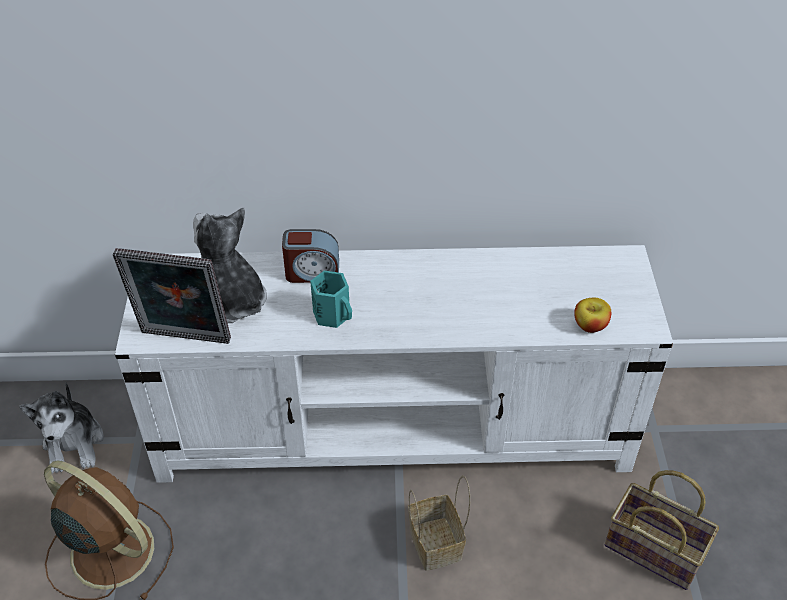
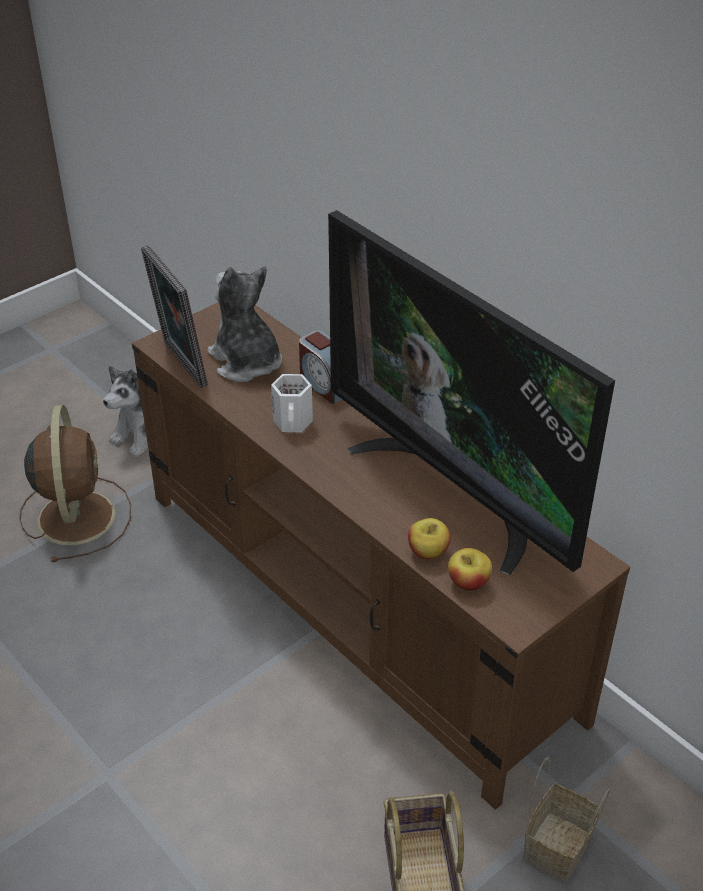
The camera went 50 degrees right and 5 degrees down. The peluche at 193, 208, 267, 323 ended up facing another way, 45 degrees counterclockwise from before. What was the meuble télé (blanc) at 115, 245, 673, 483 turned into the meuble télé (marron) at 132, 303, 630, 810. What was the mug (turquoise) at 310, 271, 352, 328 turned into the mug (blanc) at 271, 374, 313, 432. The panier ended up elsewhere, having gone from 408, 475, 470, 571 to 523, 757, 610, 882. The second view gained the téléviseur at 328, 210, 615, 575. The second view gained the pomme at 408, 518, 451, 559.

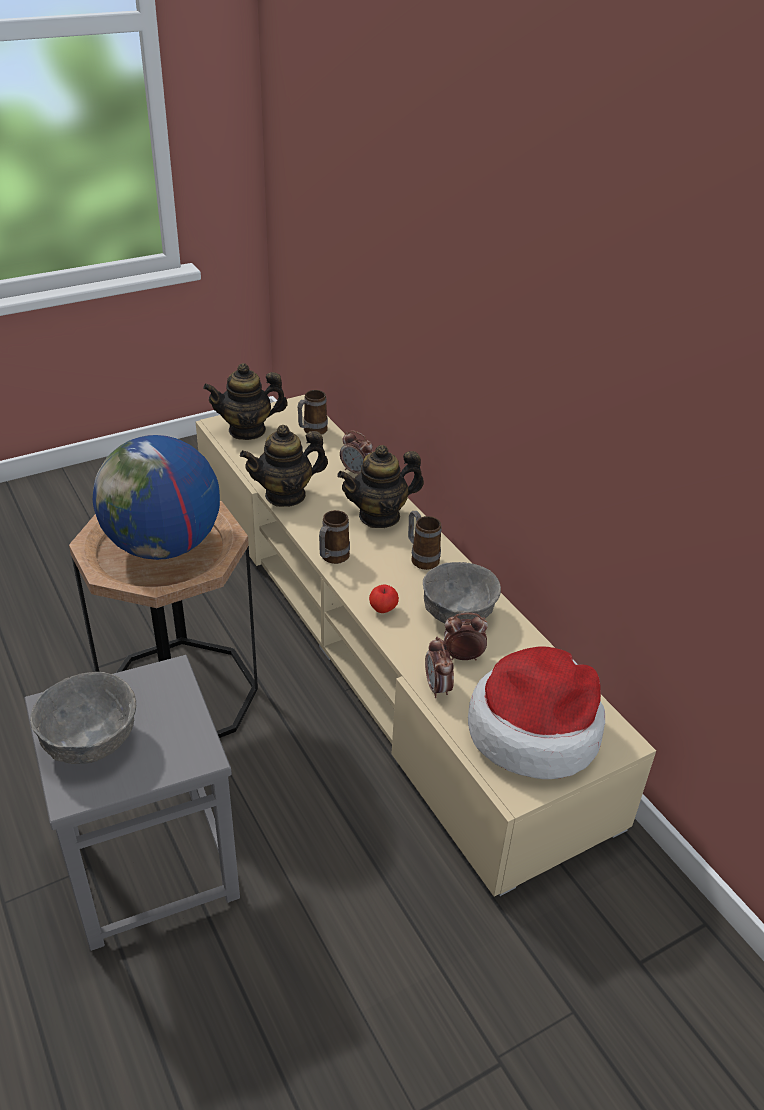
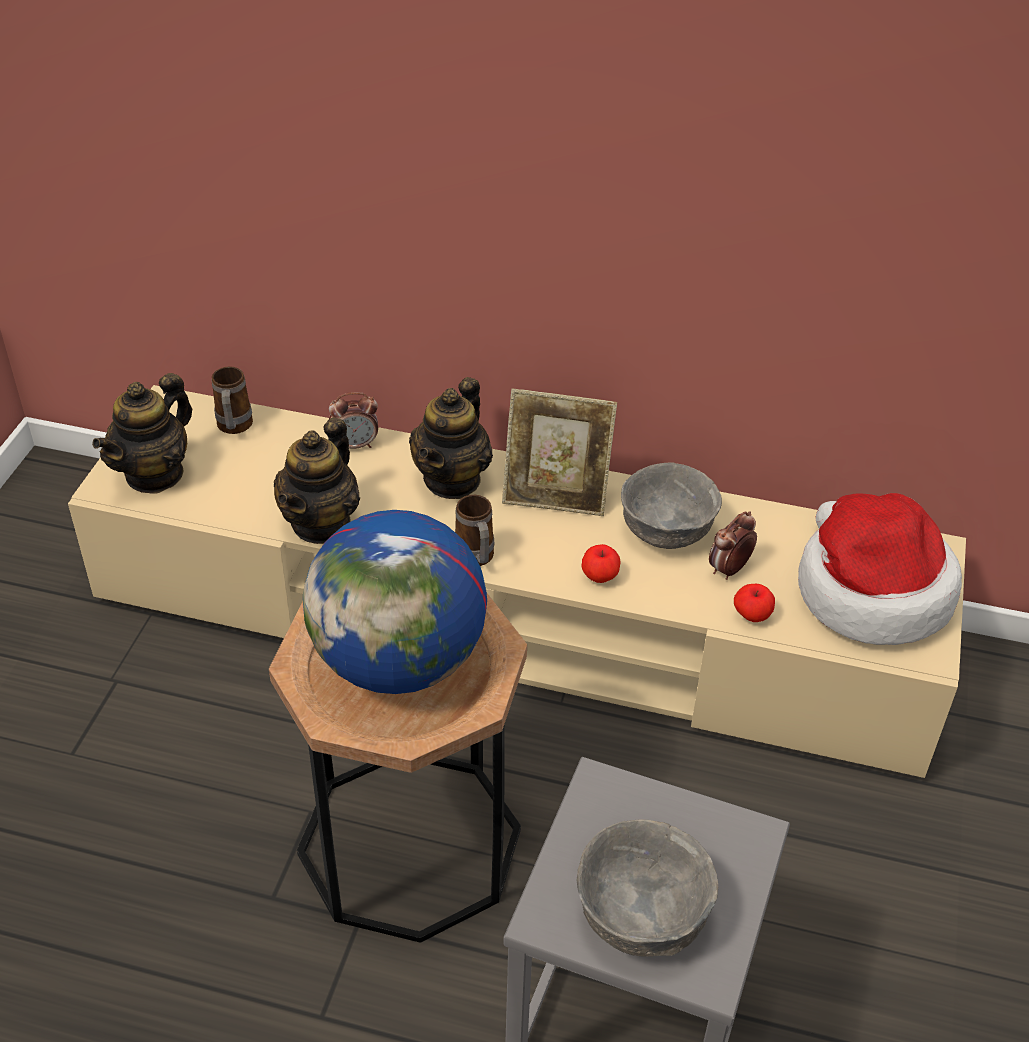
The camera went 45 degrees left and 5 degrees up. Where the mug stood at 408, 511, 442, 570, the cadre photo came to stand at 502, 389, 617, 516. Where the réveil stood at 425, 637, 454, 698, the pomme came to stand at 734, 584, 775, 622.

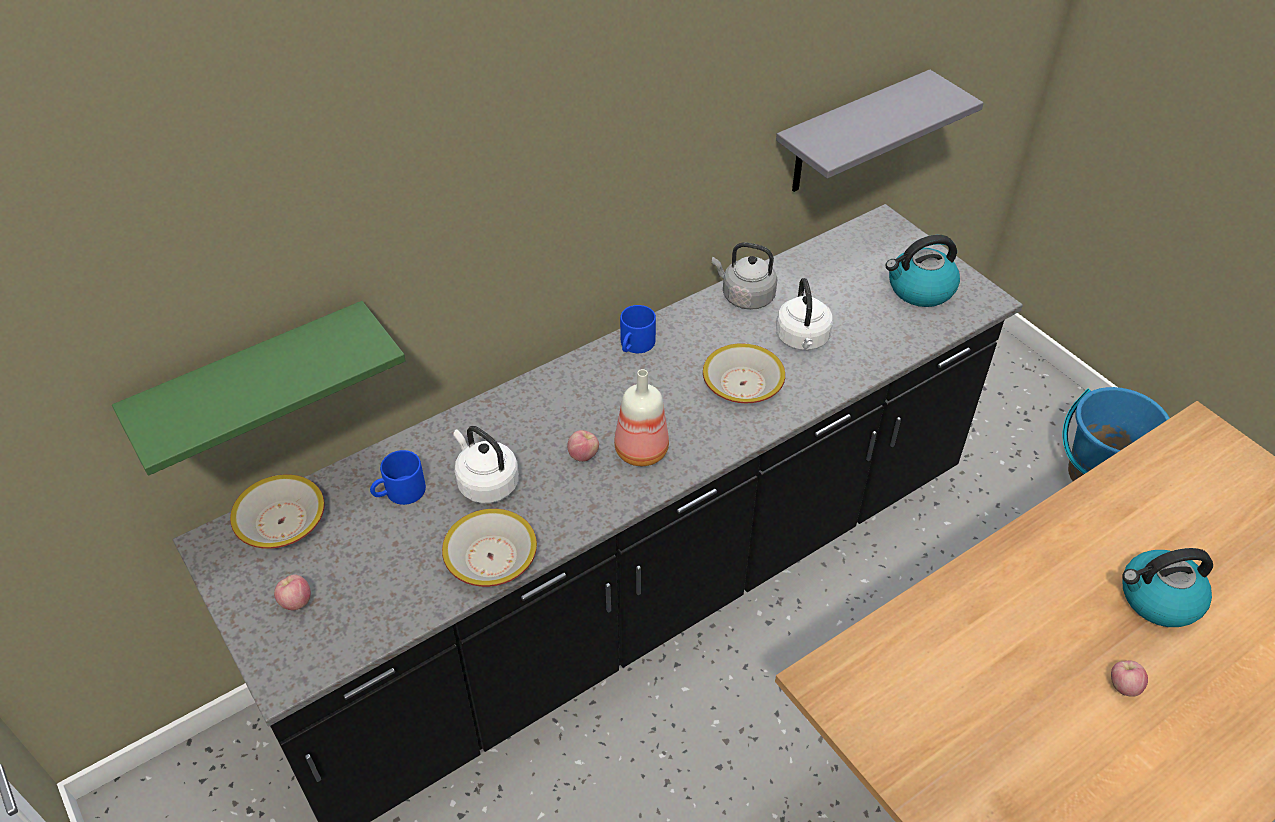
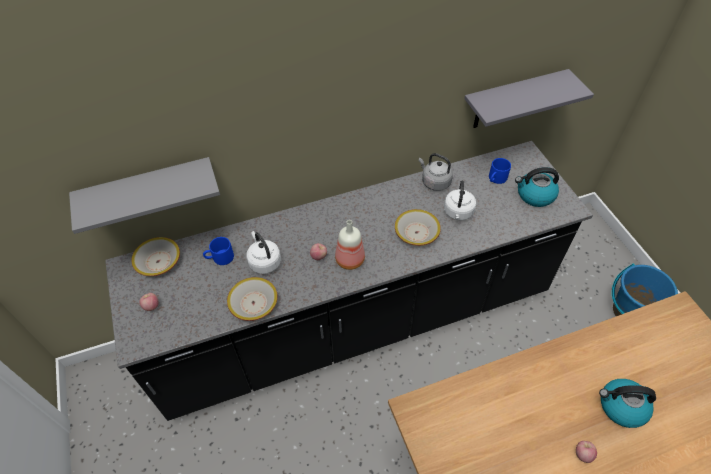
The camera went 15 degrees right and 5 degrees up. What was the étagère (vert) at 112, 301, 406, 476 turned into the étagère (gris) at 69, 157, 220, 234. The mug (bleu) ended up elsewhere, having gone from 620, 305, 656, 353 to 489, 158, 511, 184.

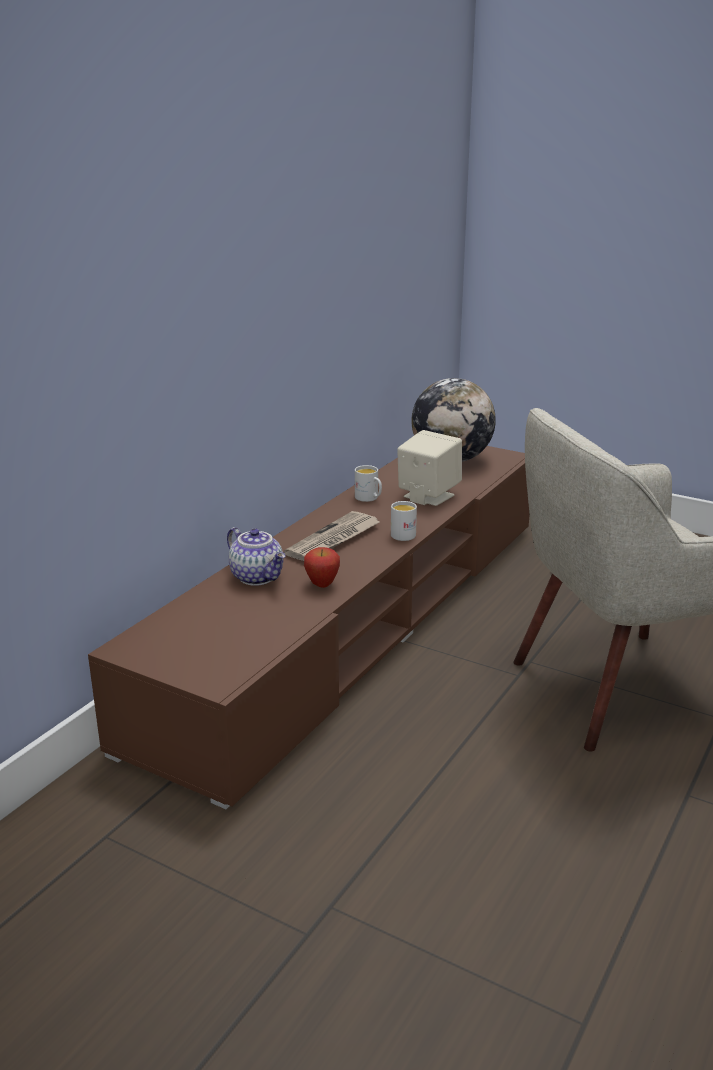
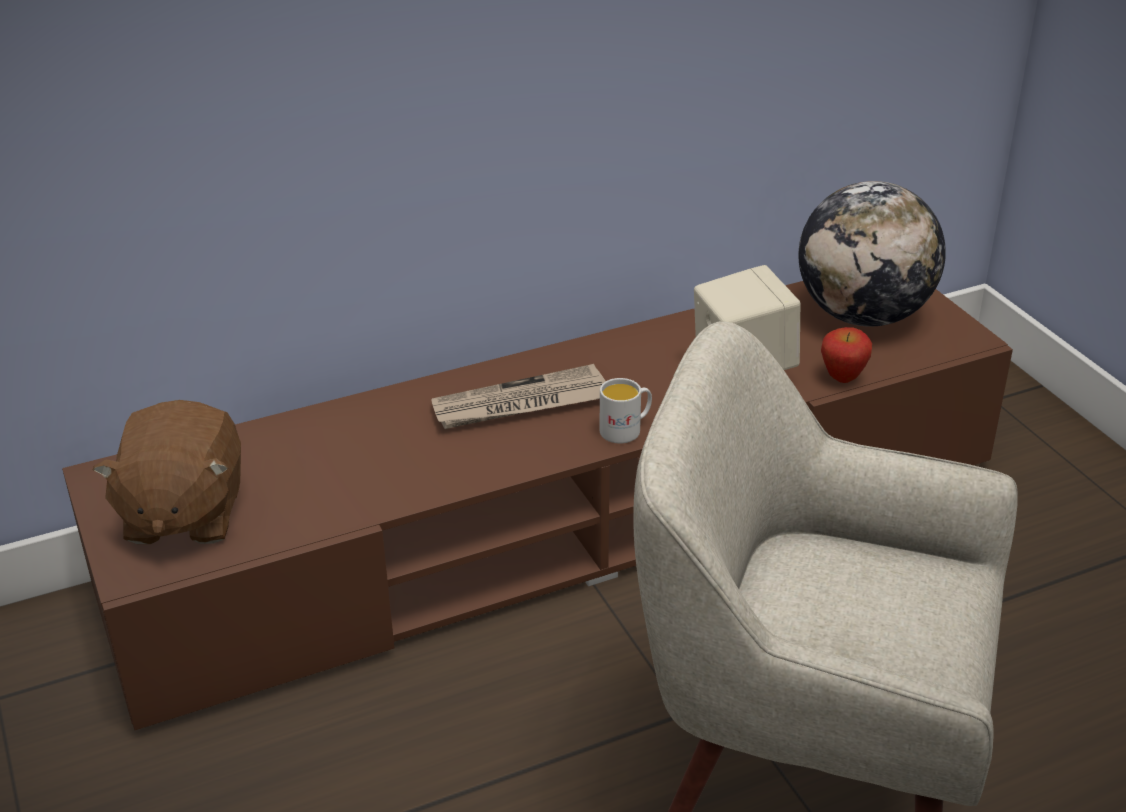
The camera went 35 degrees right and 10 degrees up. The second view lost the mug (blanc) at 355, 465, 382, 502. The second view lost the théière at 227, 527, 286, 586. The pomme ended up elsewhere, having gone from 304, 547, 340, 588 to 821, 327, 872, 383. The second view gained the peluche (marron) at 92, 400, 241, 544.

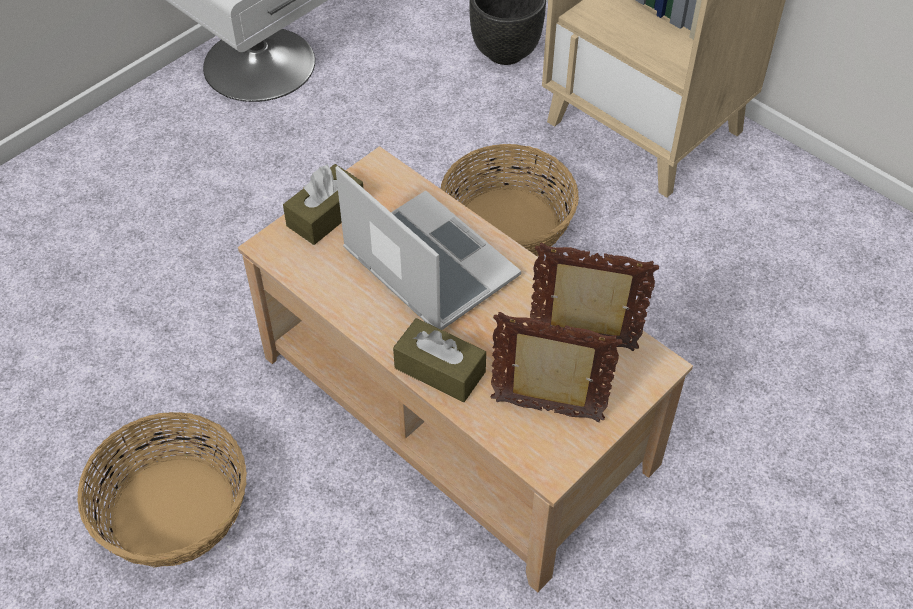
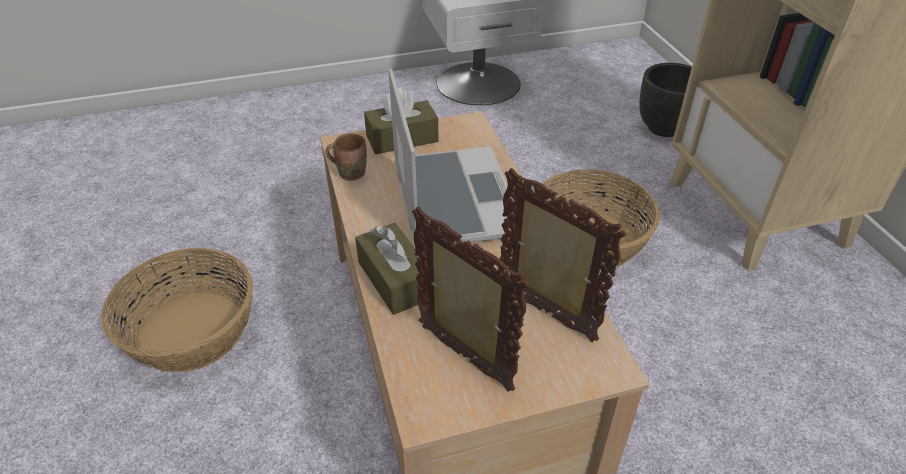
The camera went 30 degrees right and 10 degrees down. The second view gained the mug (marron) at 326, 133, 367, 181.

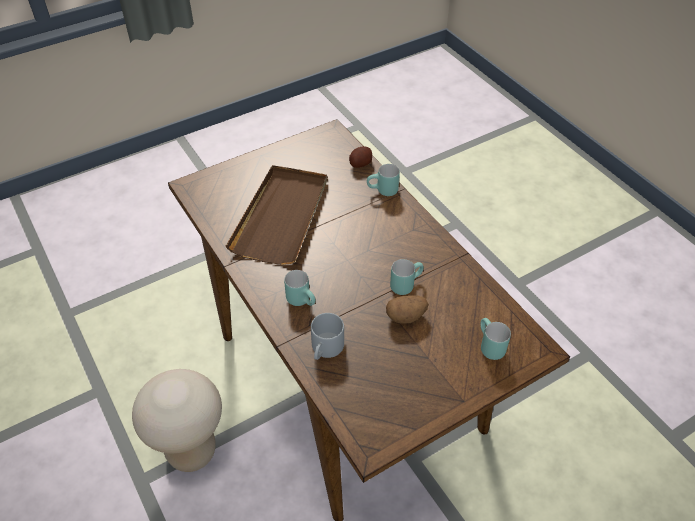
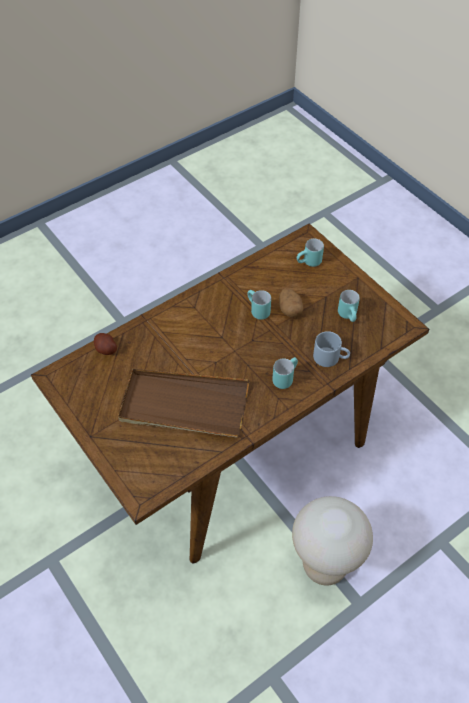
The camera went 95 degrees left and 5 degrees up. The mug (turquoise) ended up elsewhere, having gone from 367, 164, 400, 196 to 338, 290, 360, 322.

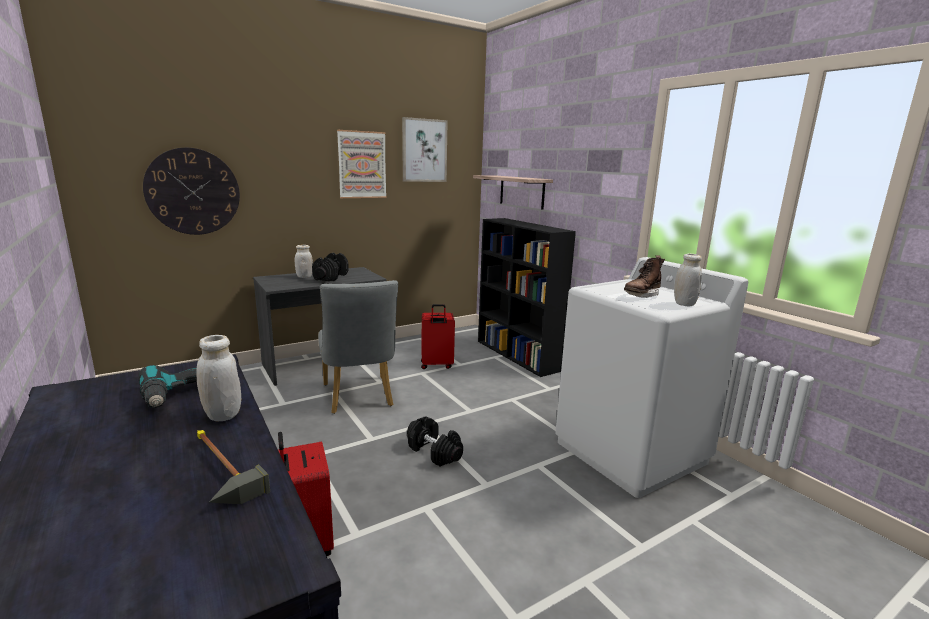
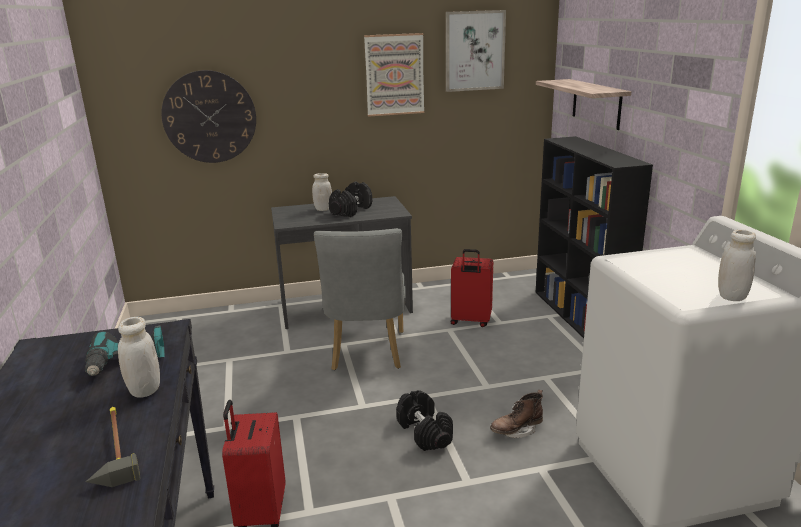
The camera went 20 degrees right and 5 degrees up. The botte (marron) ended up elsewhere, having gone from 624, 255, 665, 298 to 490, 390, 543, 438.

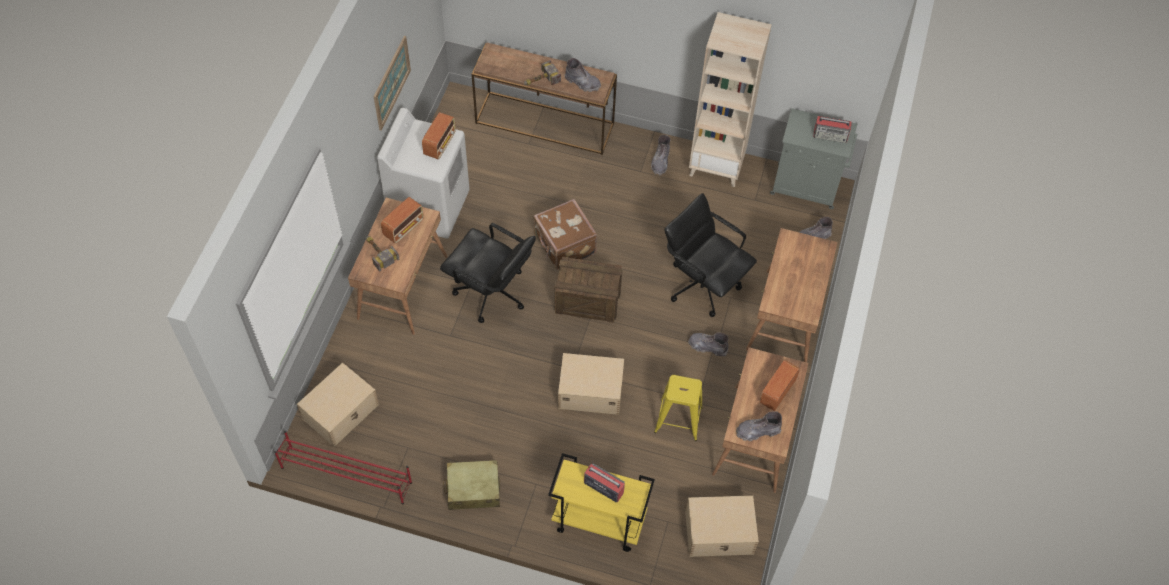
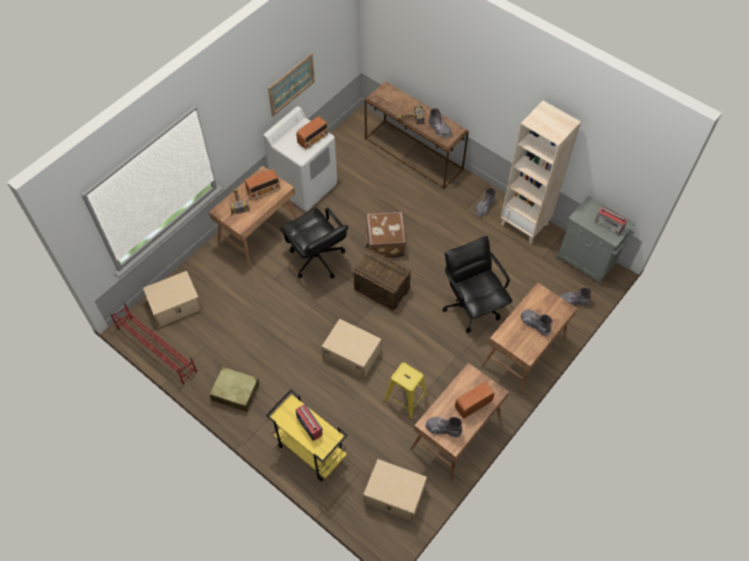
The camera went 25 degrees right and 0 degrees up. The botte (gris) ended up elsewhere, having gone from 688, 332, 729, 357 to 520, 310, 552, 337.

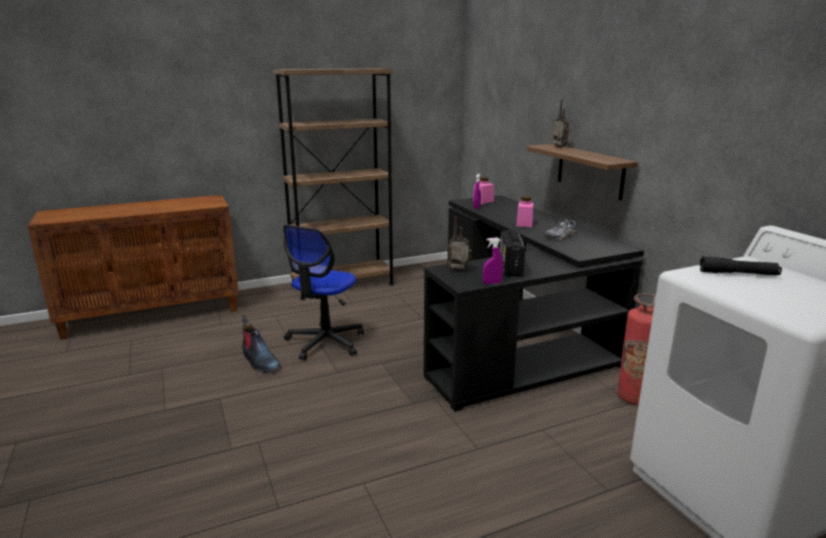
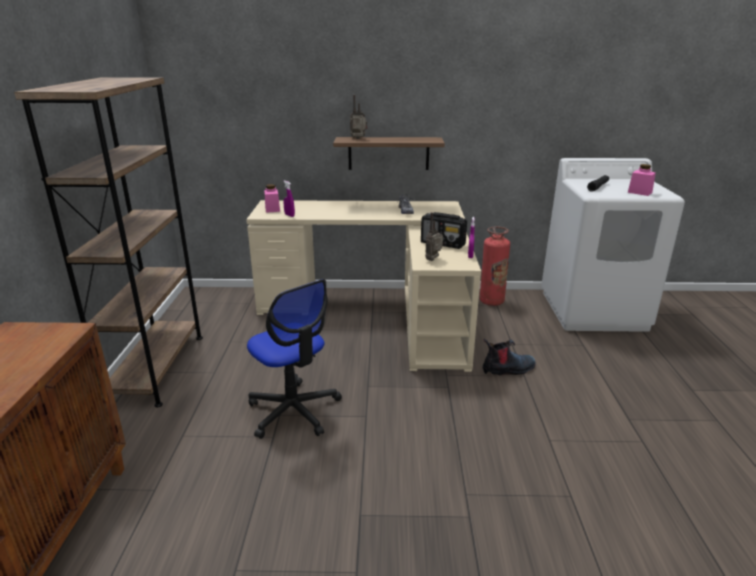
The camera went 65 degrees left and 5 degrees up. What was the bureau (noir) at 423, 195, 644, 412 turned into the bureau (beige) at 246, 200, 481, 372. The bocal (rose) ended up elsewhere, having gone from 516, 196, 534, 227 to 628, 164, 656, 196. The botte ended up elsewhere, having gone from 242, 315, 280, 373 to 483, 338, 536, 375.

